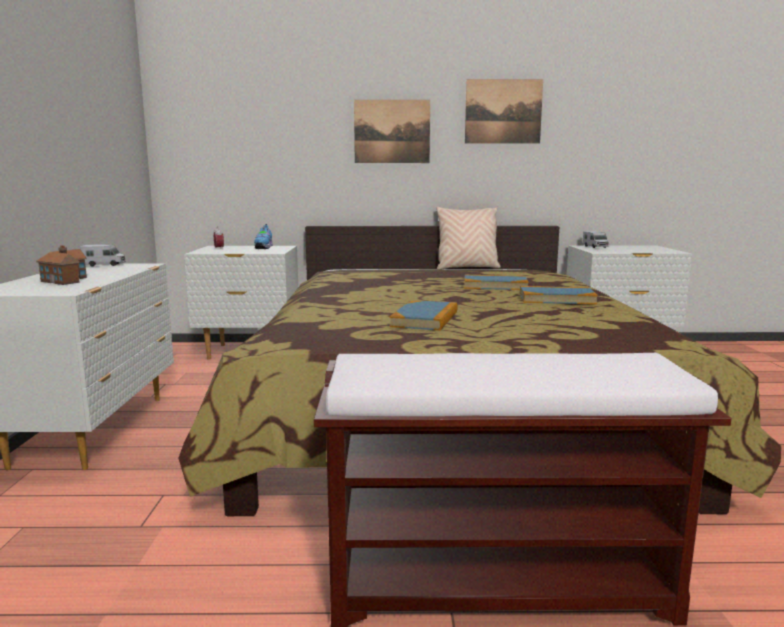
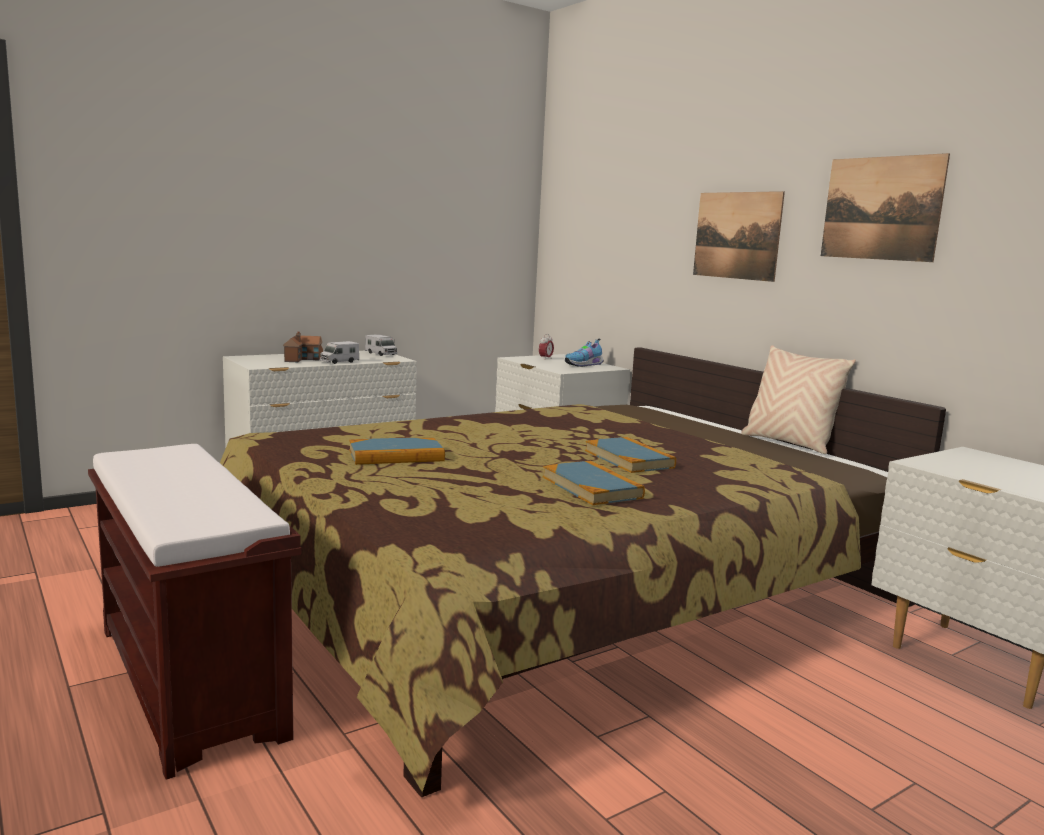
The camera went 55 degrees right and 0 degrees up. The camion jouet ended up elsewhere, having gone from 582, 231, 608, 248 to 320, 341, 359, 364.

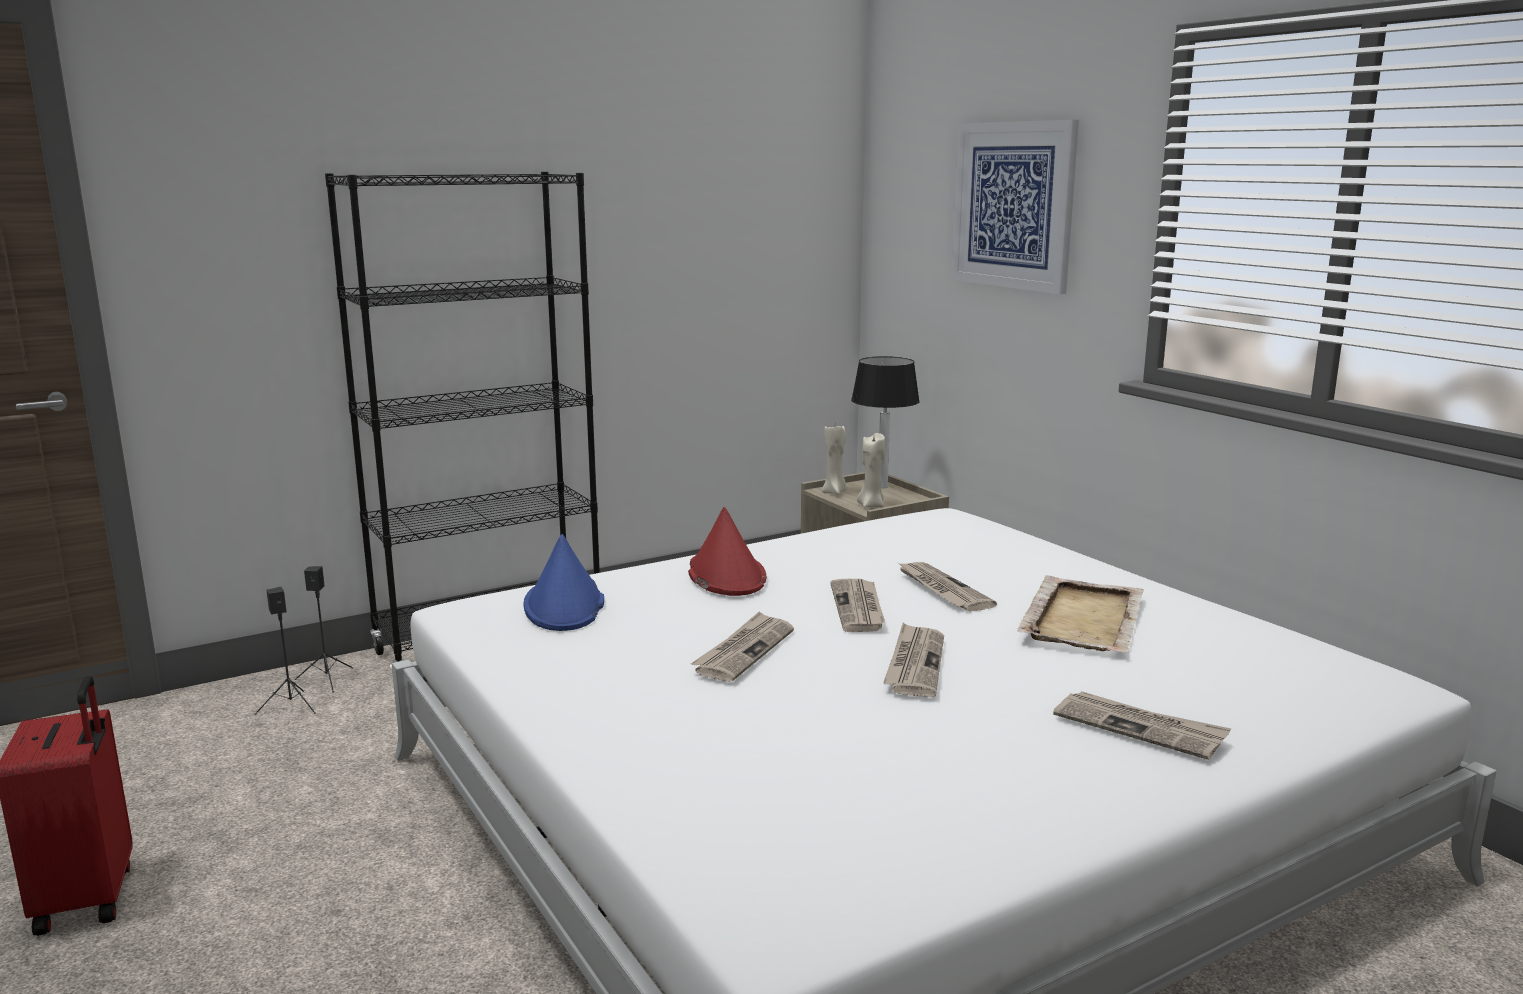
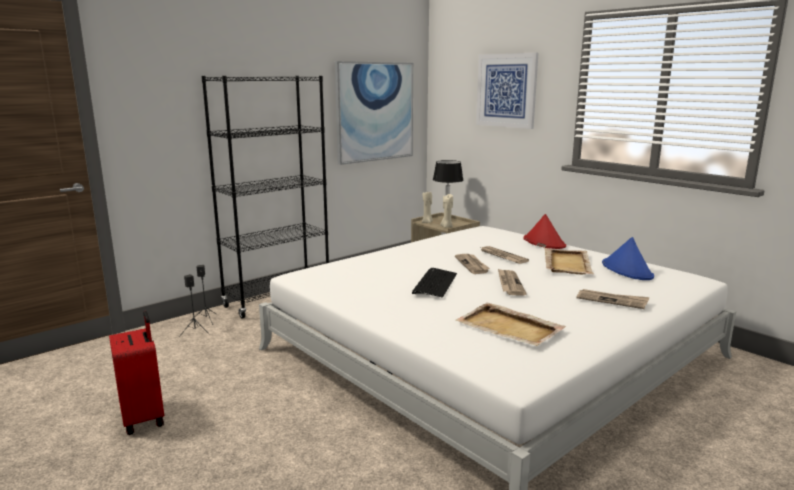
The camera went 10 degrees left and 0 degrees up. The chapeau (rouge) ended up elsewhere, having gone from 688, 507, 766, 596 to 524, 214, 566, 249. The chapeau (bleu) ended up elsewhere, having gone from 523, 534, 604, 631 to 602, 237, 654, 280. Where the journal stood at 691, 611, 794, 682, the clavier came to stand at 412, 268, 457, 298. The second view gained the tableau at 335, 61, 413, 165. The second view gained the plateau (beige) at 455, 303, 566, 346.

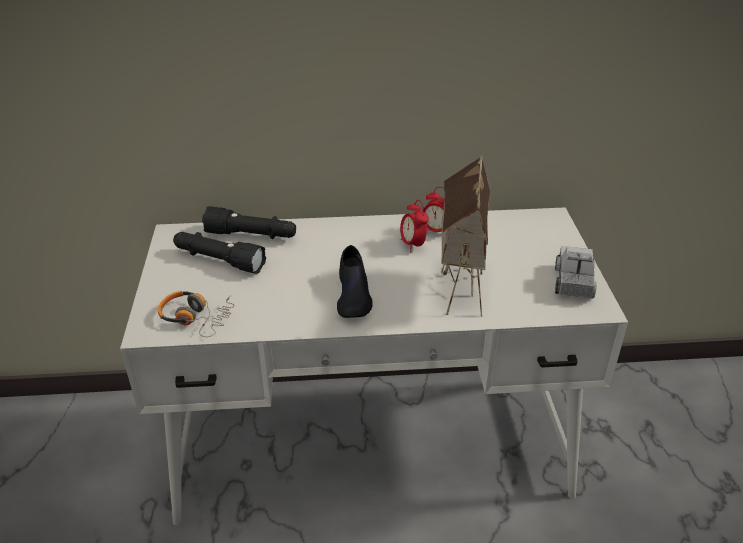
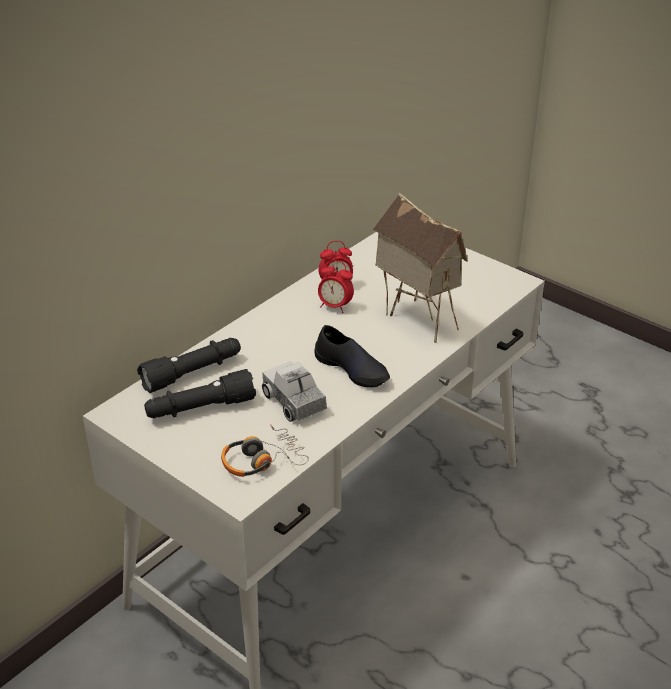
The camera went 45 degrees left and 0 degrees up. The camion jouet ended up elsewhere, having gone from 555, 246, 596, 299 to 262, 361, 327, 422.

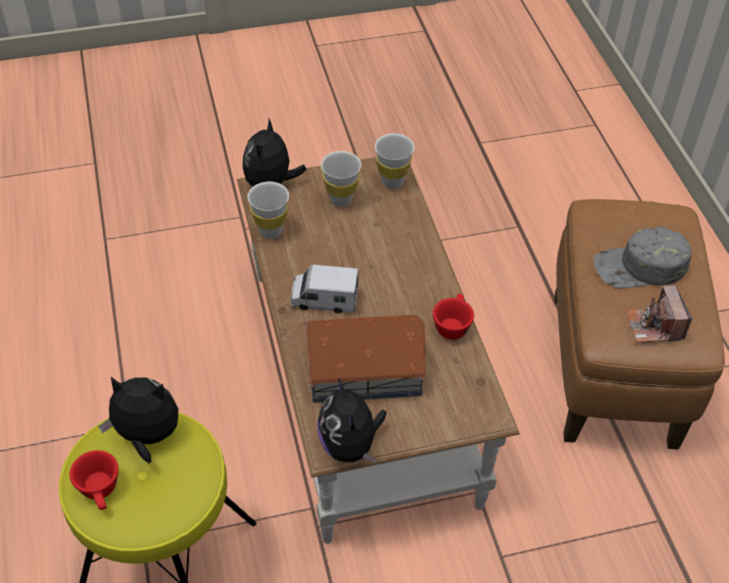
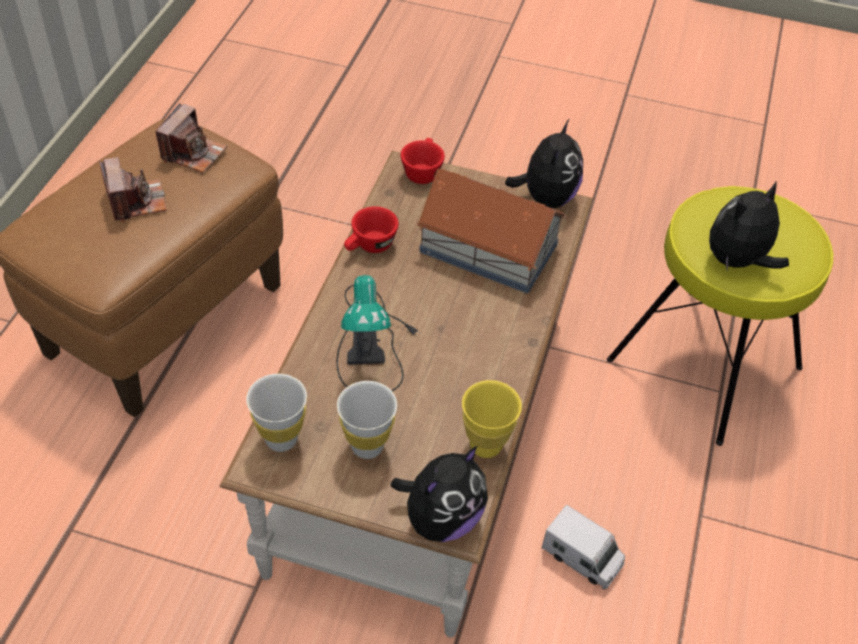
The camera went 150 degrees left and 0 degrees up. What was the tasse (blanc) at 248, 182, 289, 239 turned into the tasse (jaune) at 462, 380, 522, 458. Where the casquette (gris) stood at 594, 227, 692, 288, the appareil photo came to stand at 99, 157, 167, 222. The camion jouet ended up elsewhere, having gone from 290, 264, 358, 314 to 542, 505, 625, 589. The peluche at 98, 377, 178, 463 ended up facing another way, 105 degrees clockwise from before. The tasse (rouge) ended up elsewhere, having gone from 69, 450, 119, 510 to 401, 138, 445, 184. The second view gained the lampe de table at 336, 275, 420, 391.

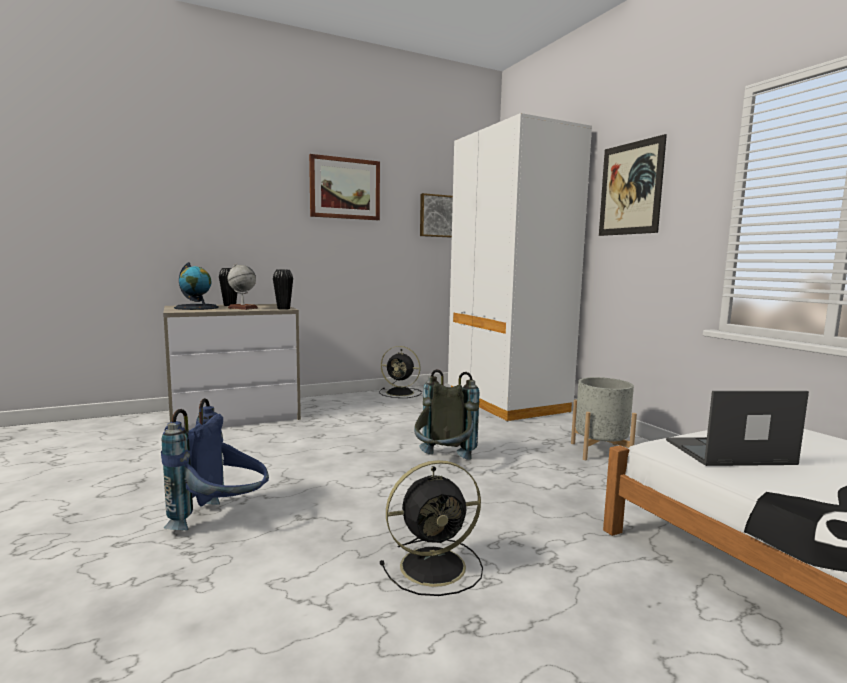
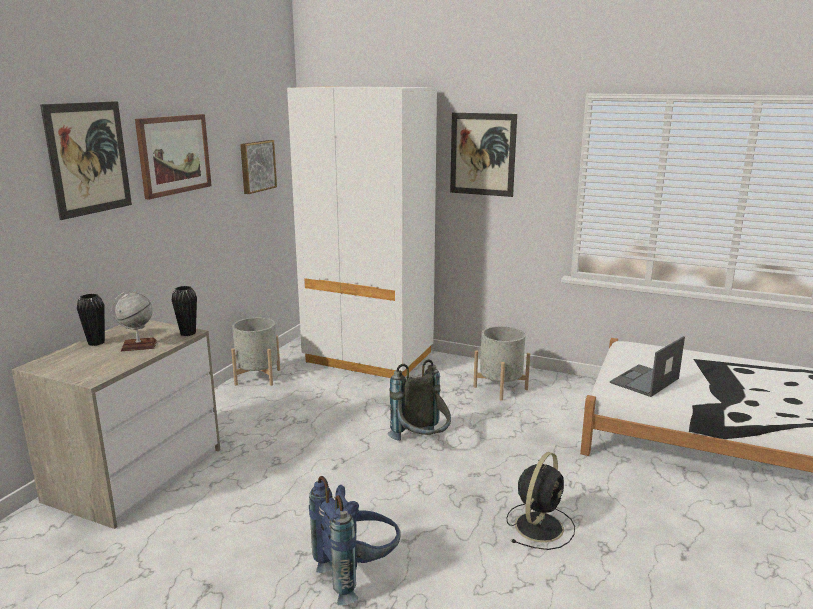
The camera went 40 degrees left and 10 degrees up. The second view lost the globe at 174, 262, 219, 310. Where the ventilateur (noir) stood at 380, 346, 422, 398, the cache-pot (gris) came to stand at 231, 317, 280, 386. The second view gained the tableau at 40, 101, 132, 220.

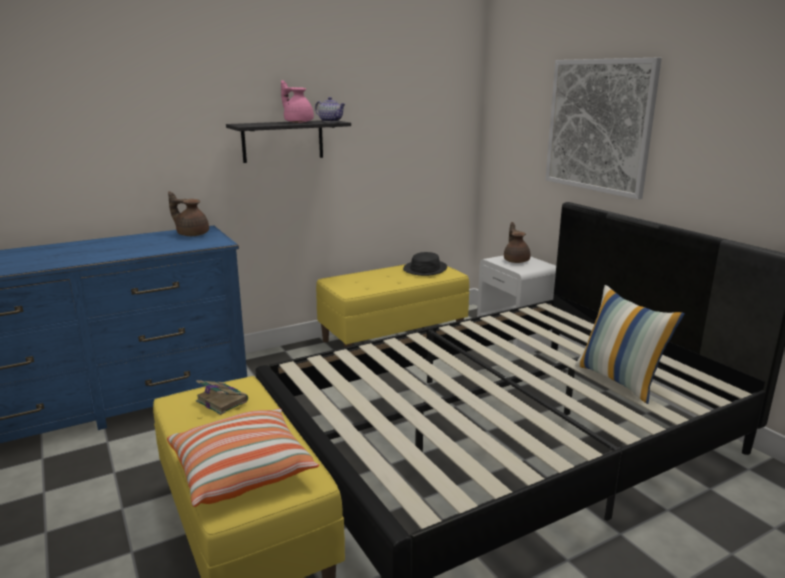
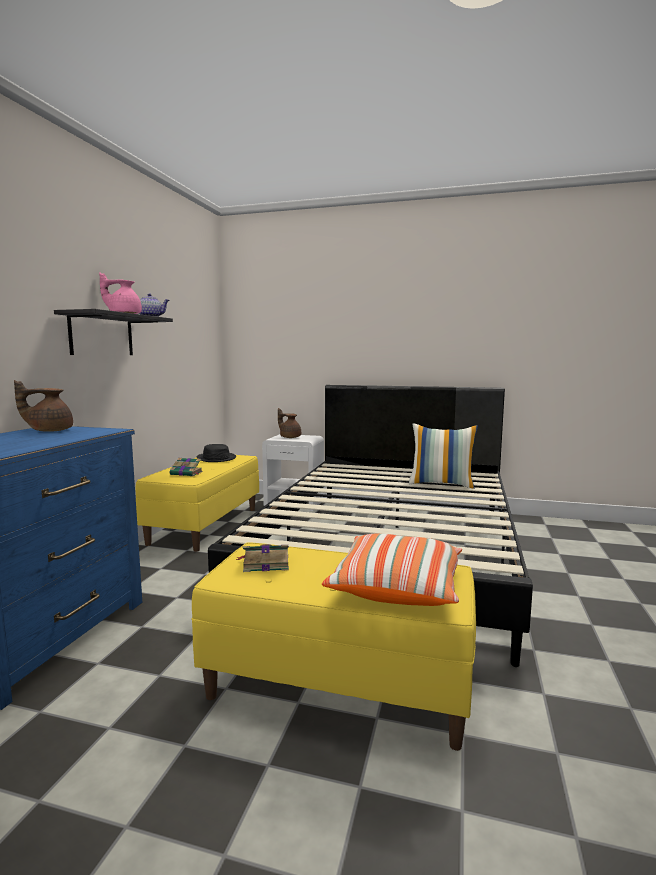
The camera went 45 degrees left and 10 degrees down. The second view lost the tableau at 546, 58, 662, 199. The second view gained the livre at 170, 458, 203, 476.

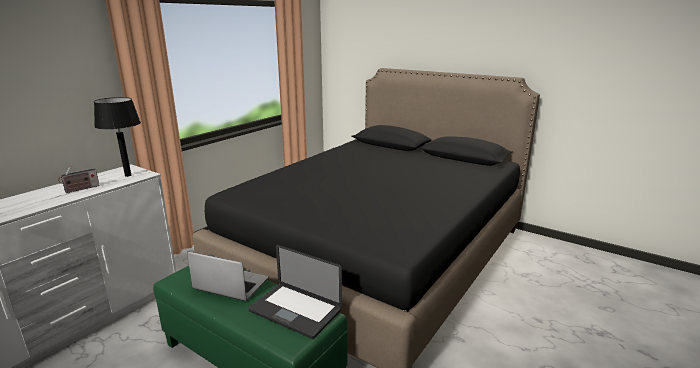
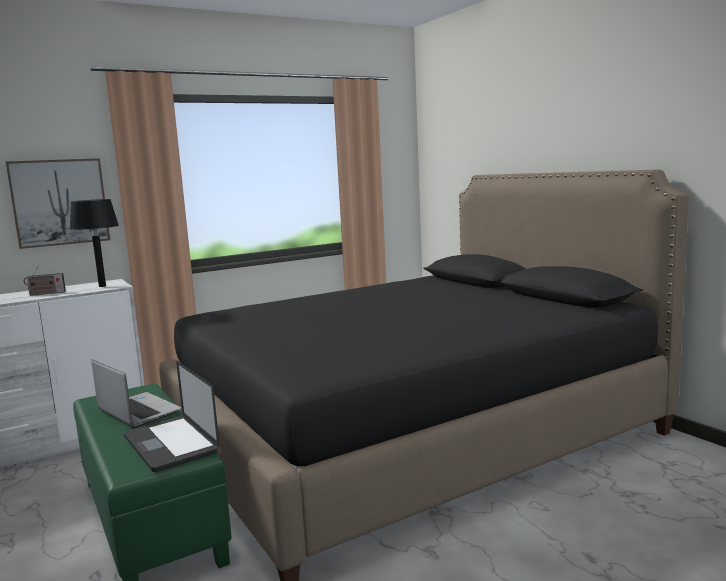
The camera went 25 degrees right and 10 degrees down. The second view gained the tableau at 6, 158, 110, 249.

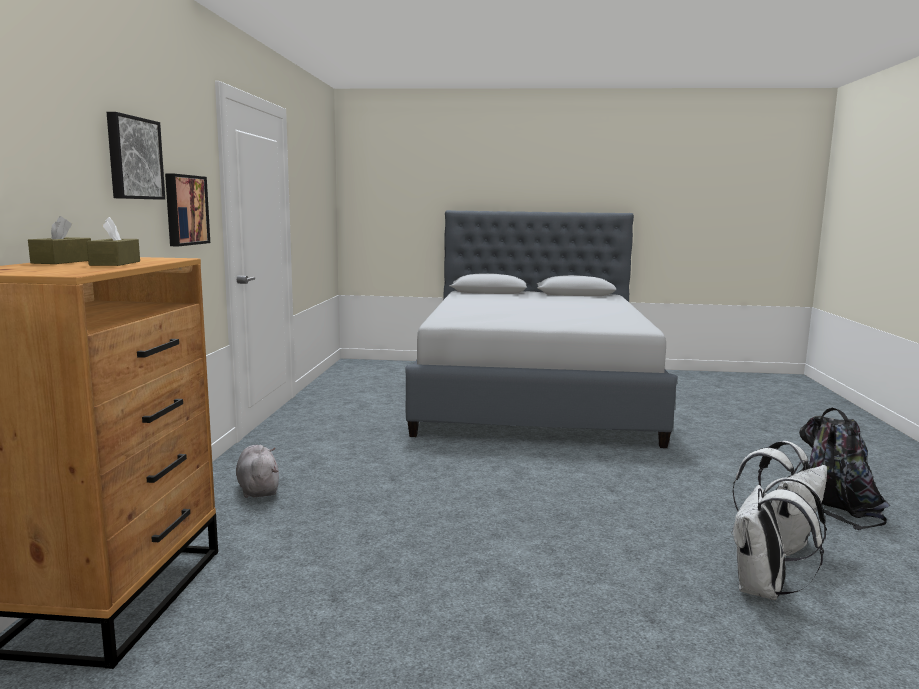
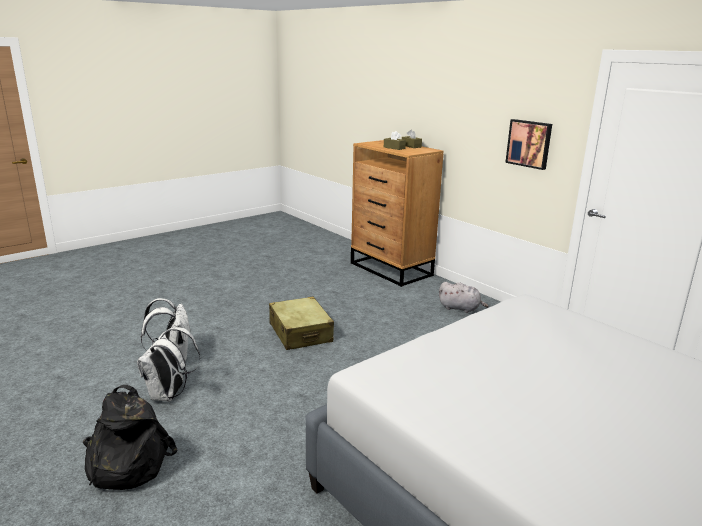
The camera went 135 degrees right and 10 degrees up. The second view lost the tableau at 107, 112, 165, 200. The second view gained the valise (beige) at 269, 297, 334, 350.

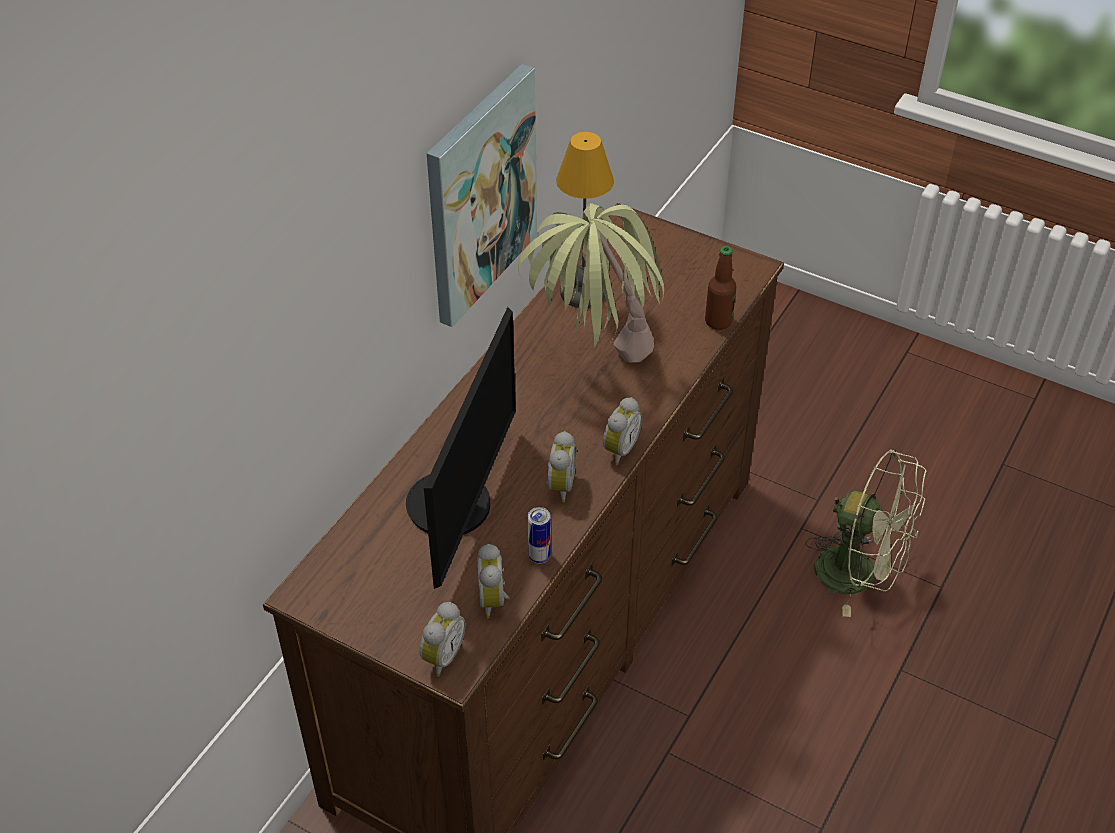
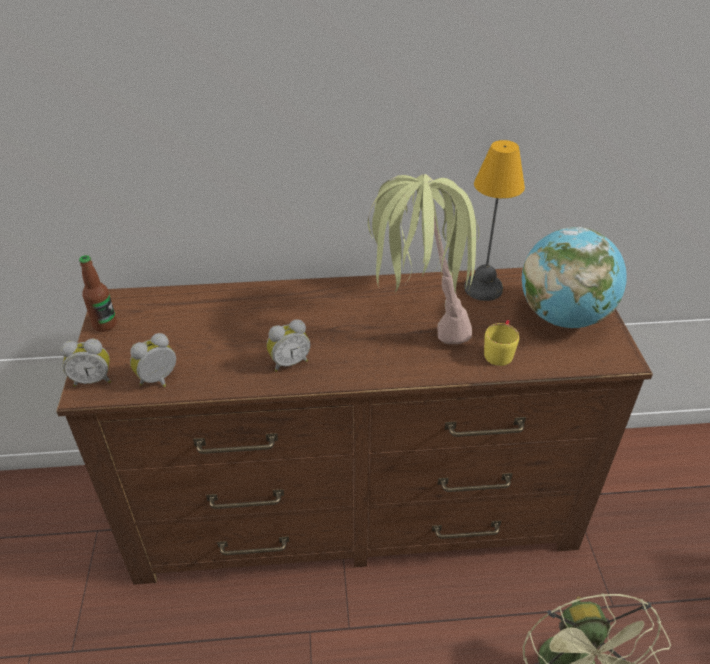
The camera went 55 degrees right and 5 degrees down. The second view lost the tableau at 427, 64, 537, 327. The bouteille ended up elsewhere, having gone from 705, 246, 736, 330 to 79, 255, 117, 332. The second view lost the écran d'ordinateur at 406, 307, 516, 589. The second view lost the réveil at 603, 397, 642, 465. The second view lost the boîte métallique at 528, 507, 551, 564. The second view gained the globe at 522, 227, 627, 328. The second view gained the mug (jaune) at 484, 320, 519, 366.

